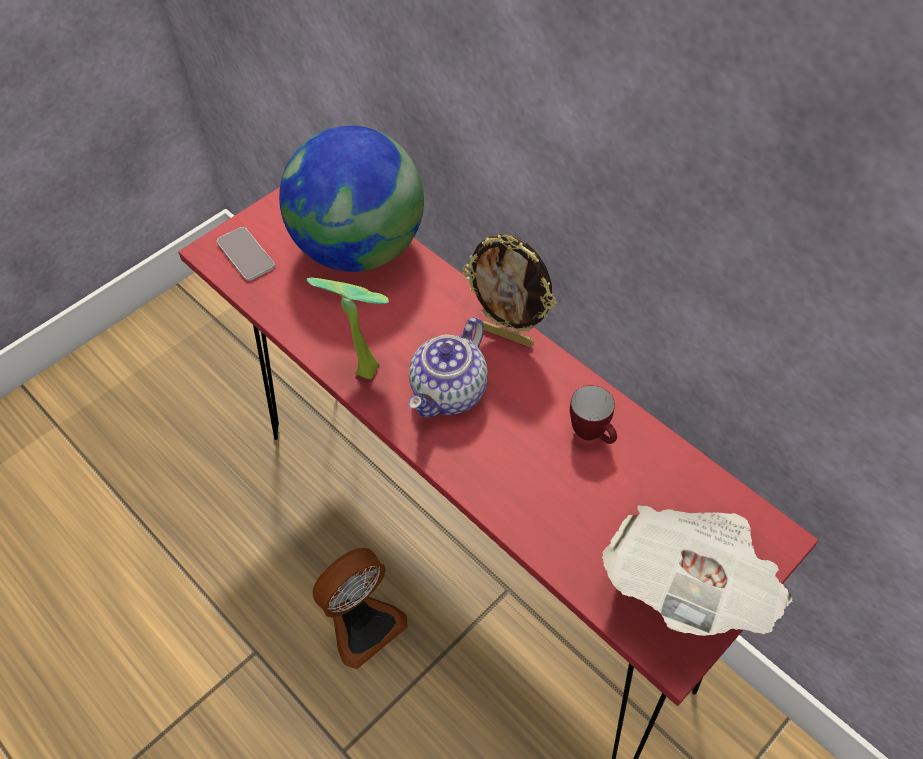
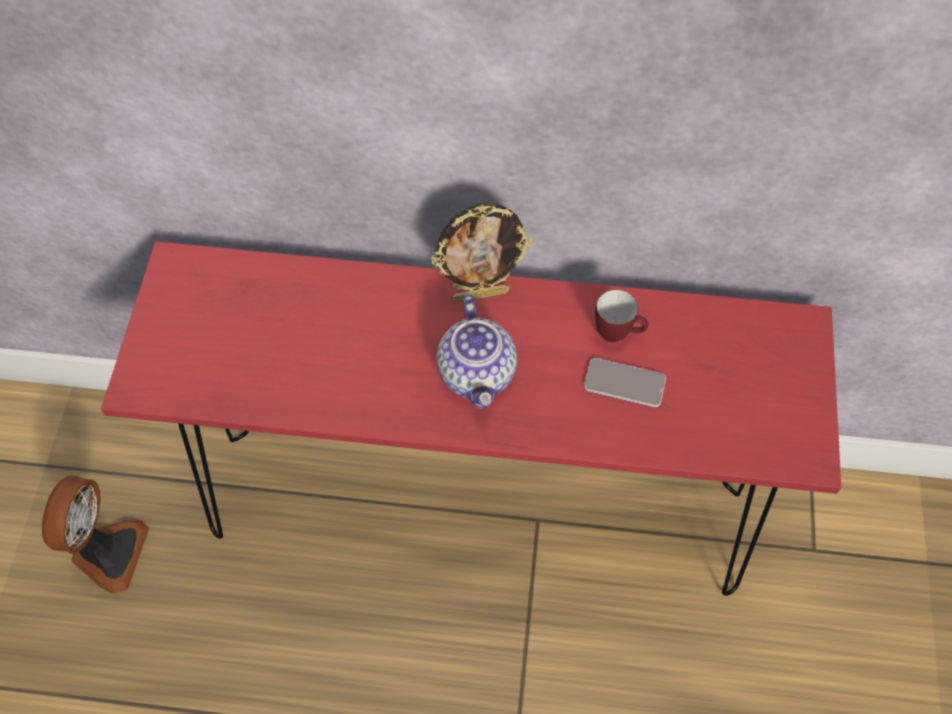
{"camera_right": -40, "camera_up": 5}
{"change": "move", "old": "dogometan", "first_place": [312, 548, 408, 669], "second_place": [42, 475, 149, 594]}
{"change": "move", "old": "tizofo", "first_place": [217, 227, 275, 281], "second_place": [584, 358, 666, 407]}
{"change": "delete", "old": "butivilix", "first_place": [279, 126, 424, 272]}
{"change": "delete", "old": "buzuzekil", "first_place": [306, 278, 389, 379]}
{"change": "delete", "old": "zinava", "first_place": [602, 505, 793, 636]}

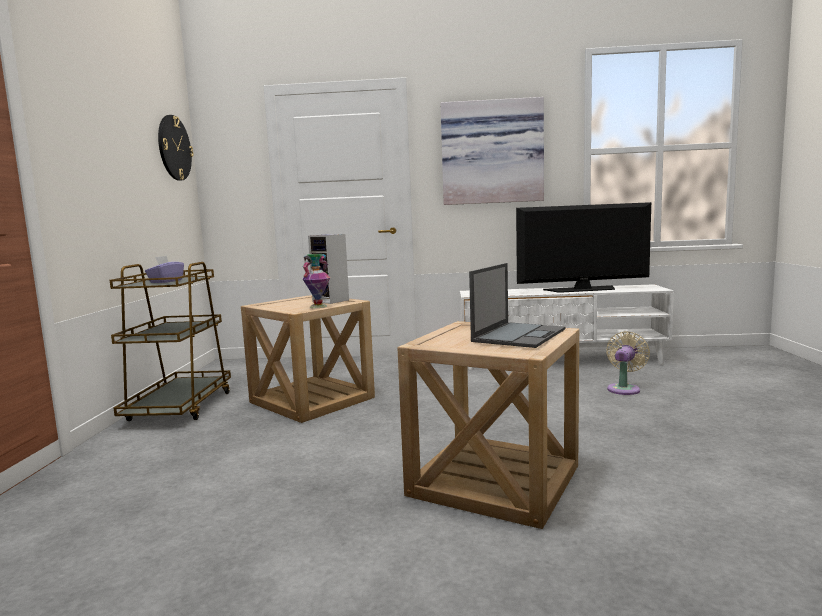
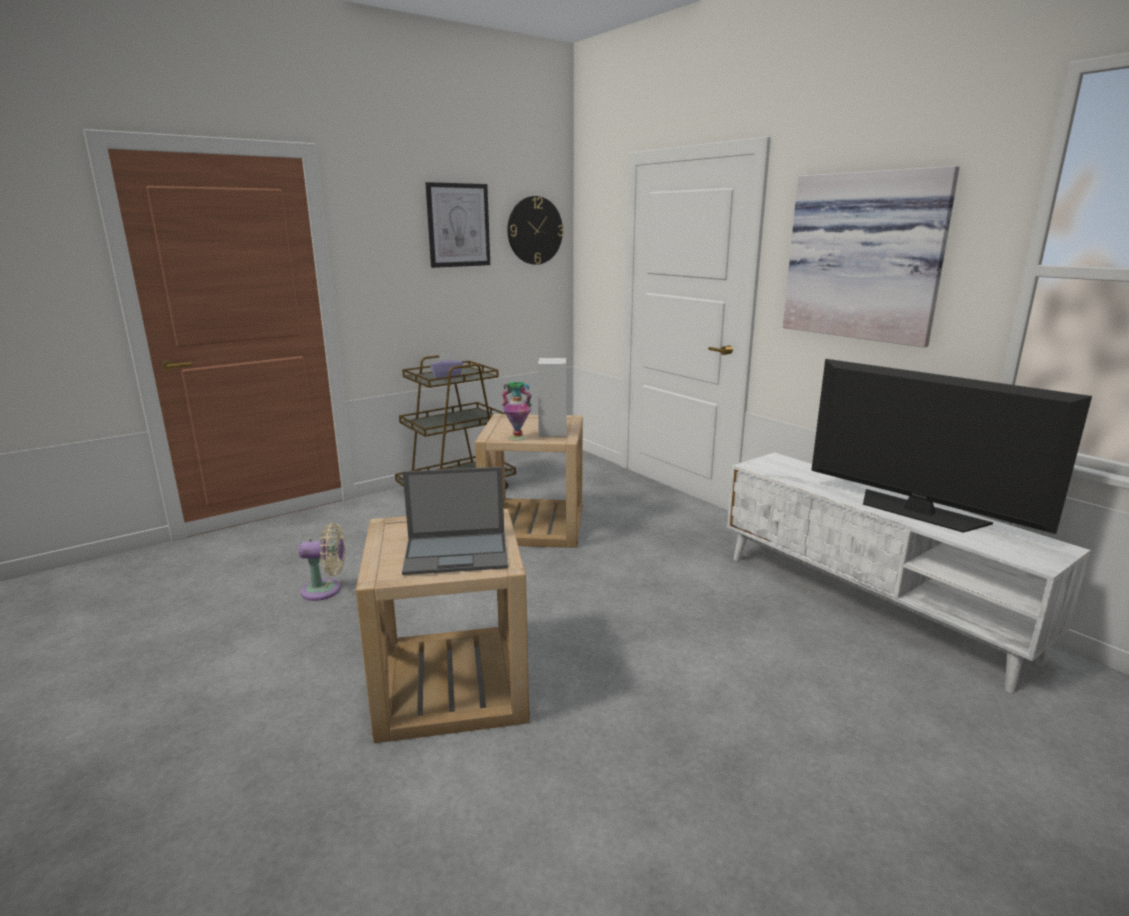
{"camera_right": 50, "camera_up": 10}
{"change": "move", "old": "beige_dogometan", "first_place": [606, 331, 650, 395], "second_place": [299, 523, 346, 601]}
{"change": "insert", "new": "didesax", "second_place": [425, 182, 490, 268]}

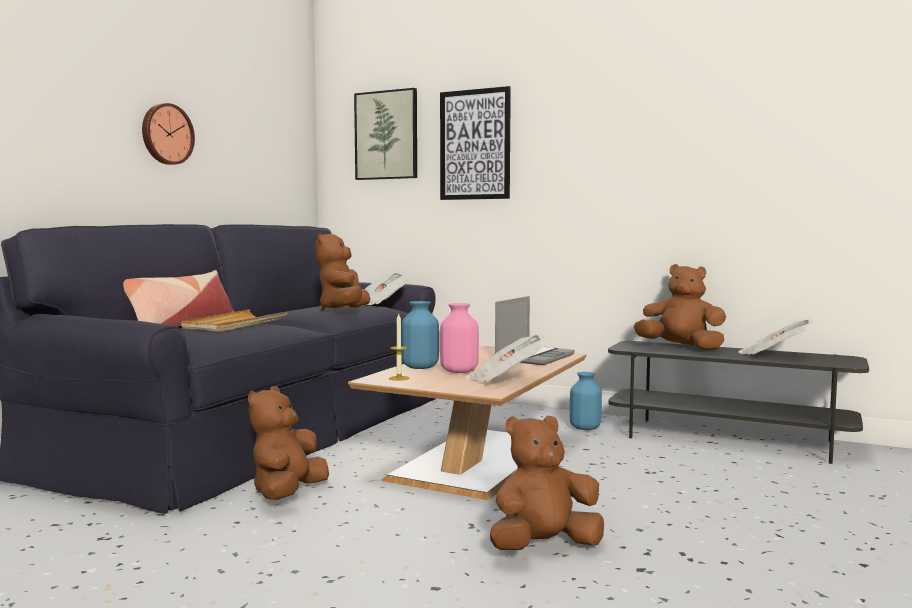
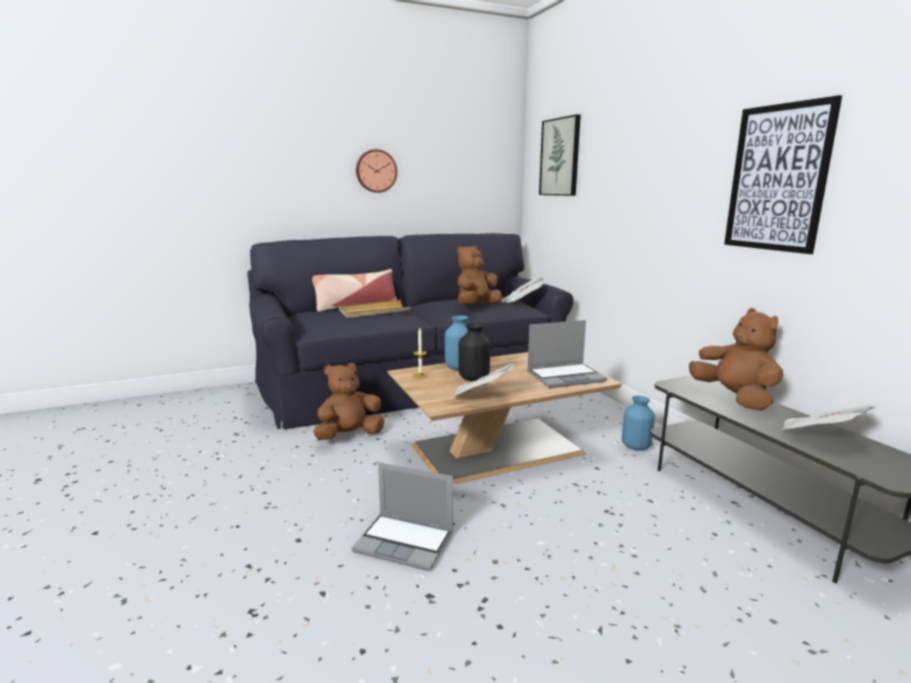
{"camera_right": 40, "camera_up": 10}
{"change": "replace", "old": "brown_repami", "new": "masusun", "first_place": [490, 415, 604, 550], "second_place": [352, 462, 453, 571]}
{"change": "recolor", "old": "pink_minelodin", "new": "black_minelodin", "first_place": [440, 303, 479, 373], "second_place": [458, 323, 490, 381]}
{"change": "move", "old": "didesax", "first_place": [440, 86, 511, 200], "second_place": [724, 95, 842, 254]}

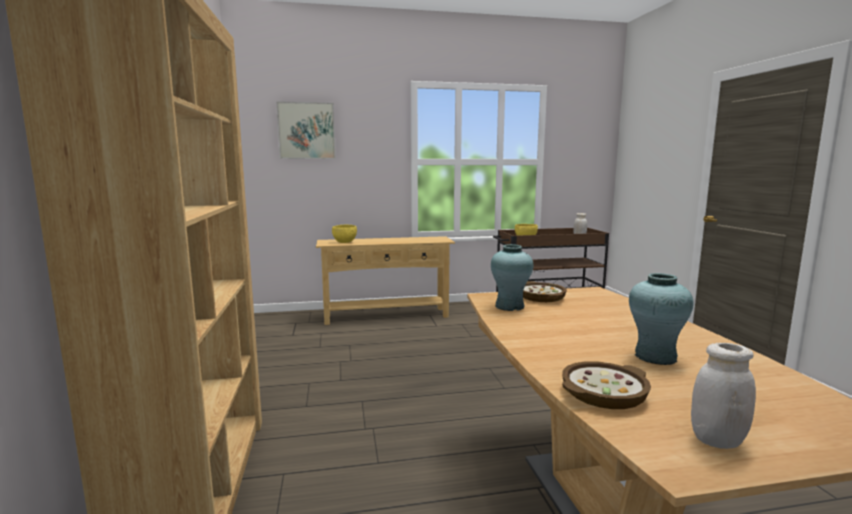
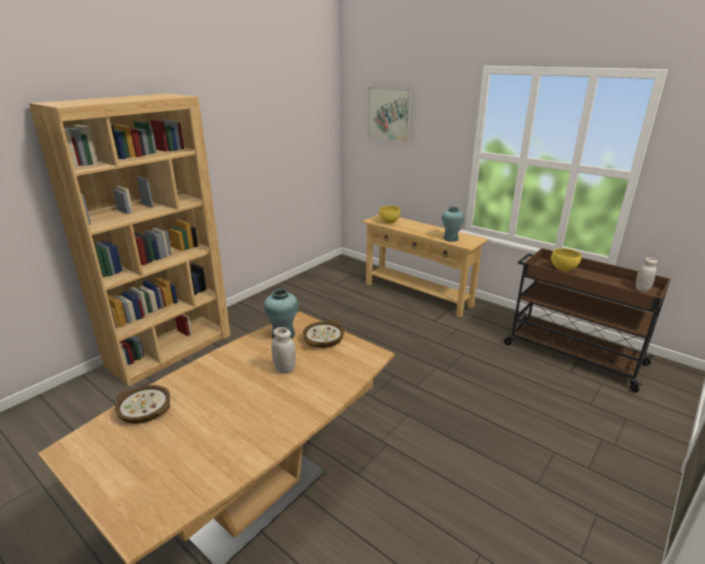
{"camera_right": 50, "camera_up": 15}
{"change": "move", "old": "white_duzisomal", "first_place": [691, 343, 756, 449], "second_place": [272, 327, 296, 374]}
{"change": "move", "old": "turquoise_minelodin", "first_place": [629, 273, 694, 365], "second_place": [442, 207, 464, 242]}

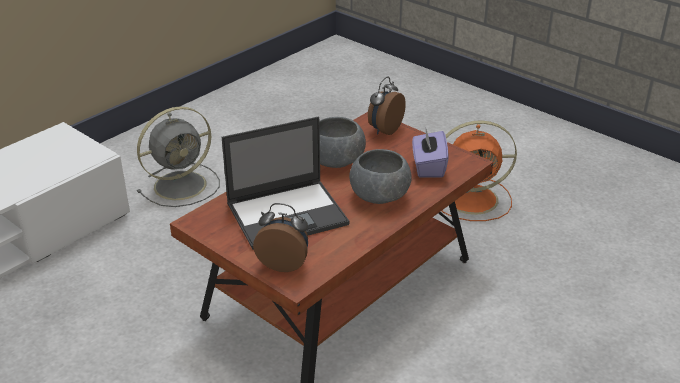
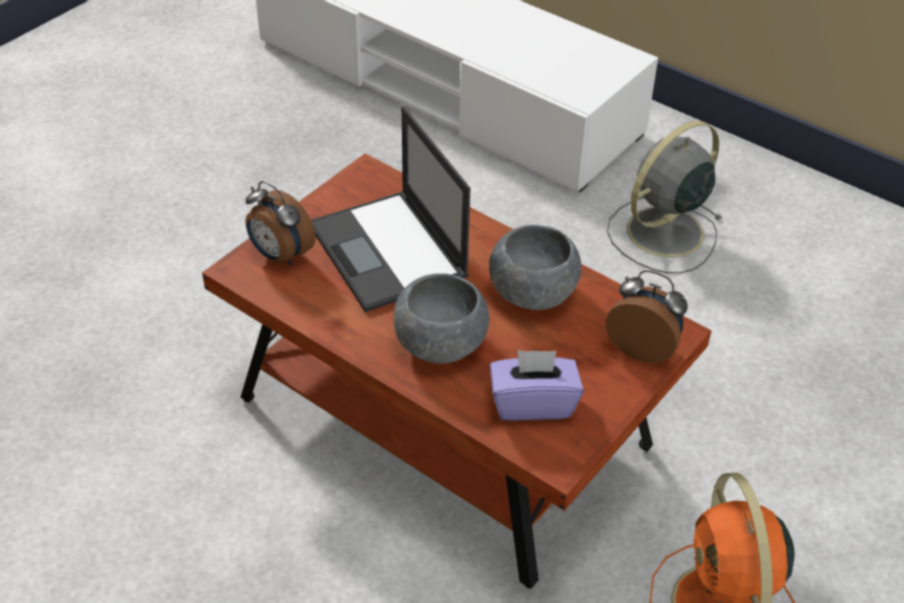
{"camera_right": 85, "camera_up": 10}
{"change": "rotate", "old": "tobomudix", "first_place": [253, 203, 308, 272], "second_place": [246, 181, 316, 266], "degrees": 120}
{"change": "rotate", "old": "grey_dogometan", "first_place": [137, 107, 220, 207], "second_place": [607, 121, 722, 274], "degrees": 90}

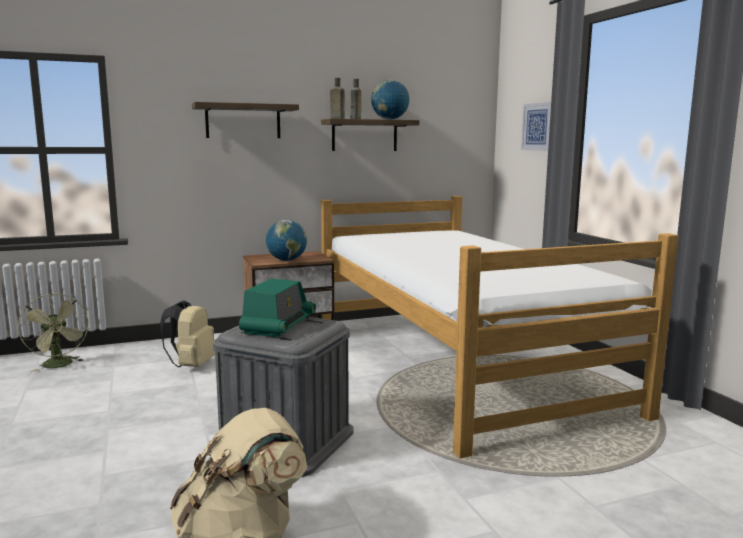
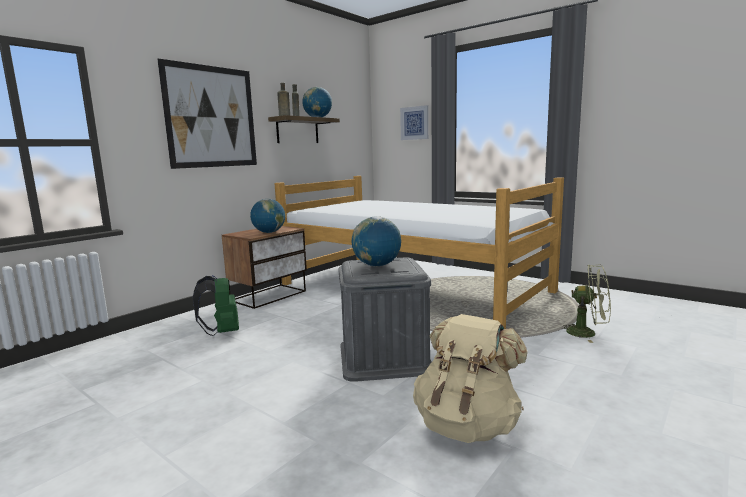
{"camera_right": -30, "camera_up": 0}
{"change": "replace", "old": "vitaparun", "new": "didesax", "first_place": [192, 102, 299, 138], "second_place": [157, 59, 257, 169]}
{"change": "recolor", "old": "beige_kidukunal", "new": "green_kidukunal", "first_place": [160, 301, 215, 368], "second_place": [193, 275, 239, 336]}
{"change": "replace", "old": "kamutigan", "new": "butivilix", "first_place": [239, 278, 316, 337], "second_place": [352, 216, 401, 267]}
{"change": "move", "old": "green_dogometan", "first_place": [18, 294, 89, 372], "second_place": [563, 264, 611, 343]}

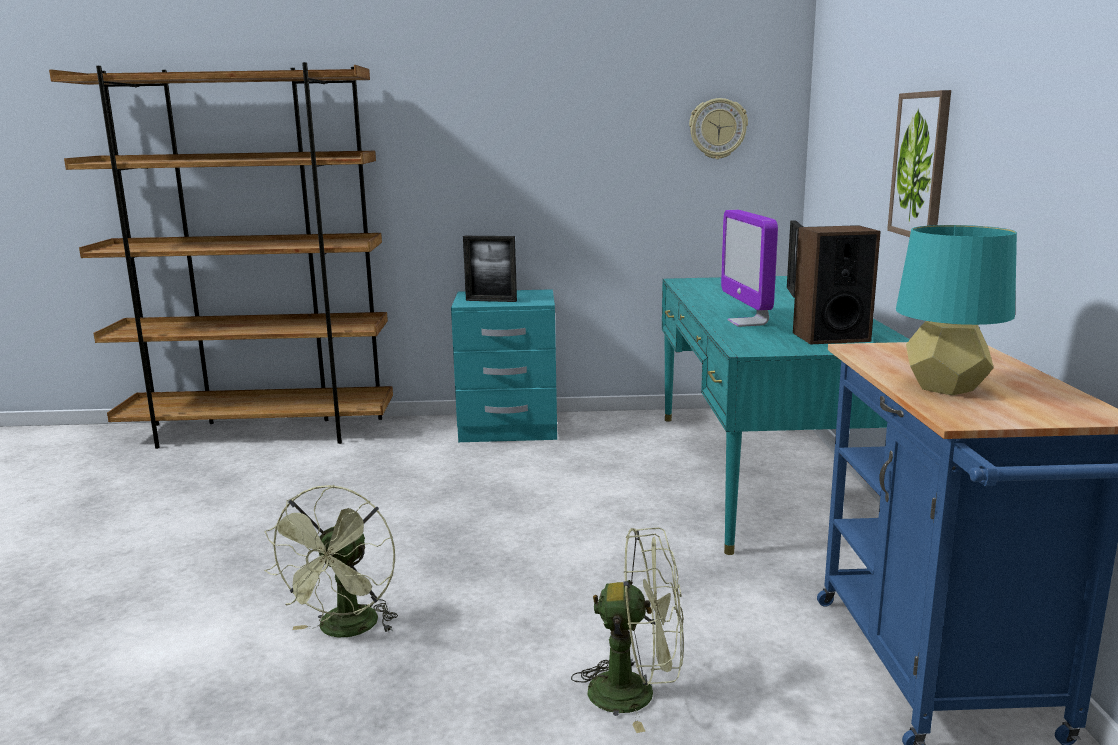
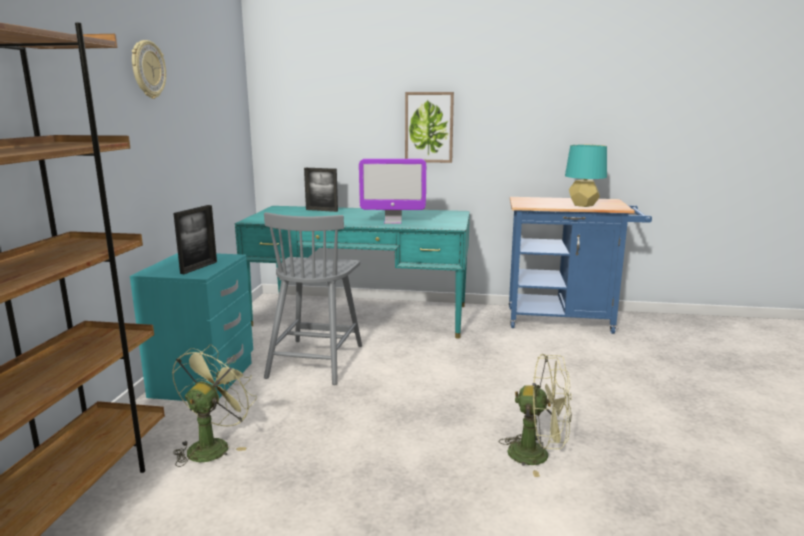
{"camera_right": -80, "camera_up": 0}
{"change": "move", "old": "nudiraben", "first_place": [689, 98, 748, 159], "second_place": [132, 40, 166, 99]}
{"change": "move", "old": "green_dogometan", "first_place": [571, 528, 684, 733], "second_place": [172, 344, 257, 467]}
{"change": "insert", "new": "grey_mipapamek", "second_place": [264, 212, 362, 385]}
{"change": "delete", "old": "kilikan", "first_place": [793, 225, 881, 344]}

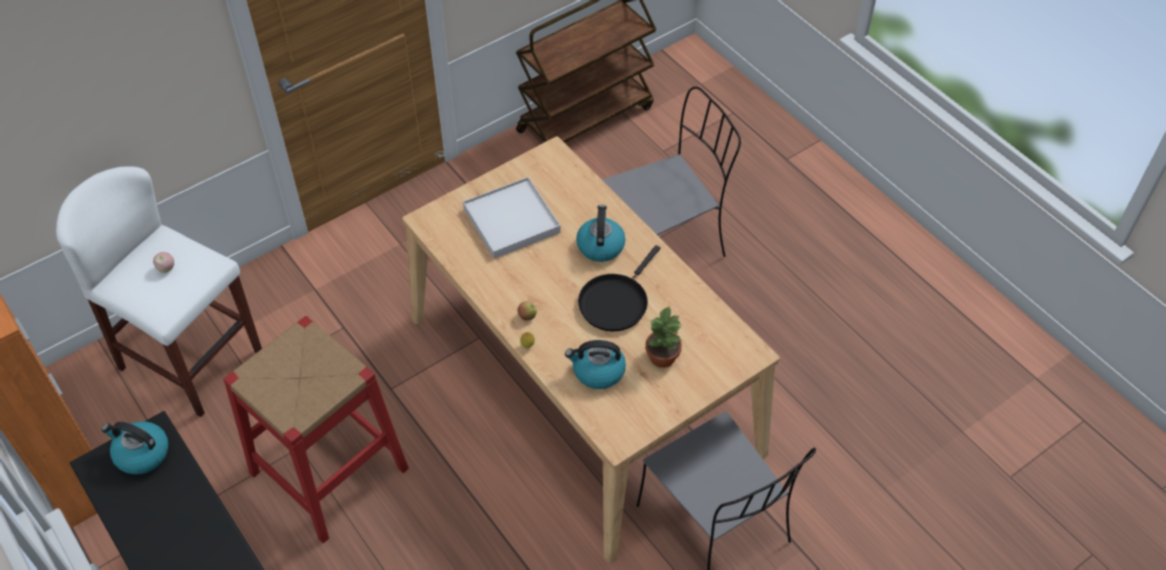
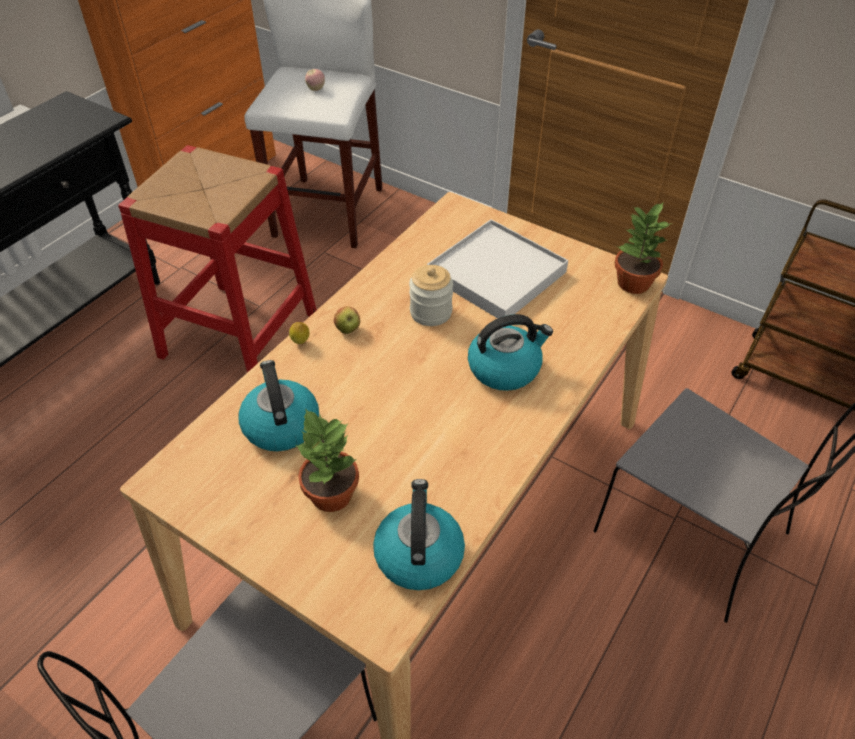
{"camera_right": 70, "camera_up": -5}
{"change": "move", "old": "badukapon", "first_place": [102, 422, 168, 474], "second_place": [373, 479, 465, 590]}
{"change": "insert", "new": "duzisomal", "second_place": [409, 265, 453, 326]}
{"change": "insert", "new": "buzuzekil", "second_place": [615, 202, 672, 294]}
{"change": "delete", "old": "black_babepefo", "first_place": [578, 245, 660, 331]}

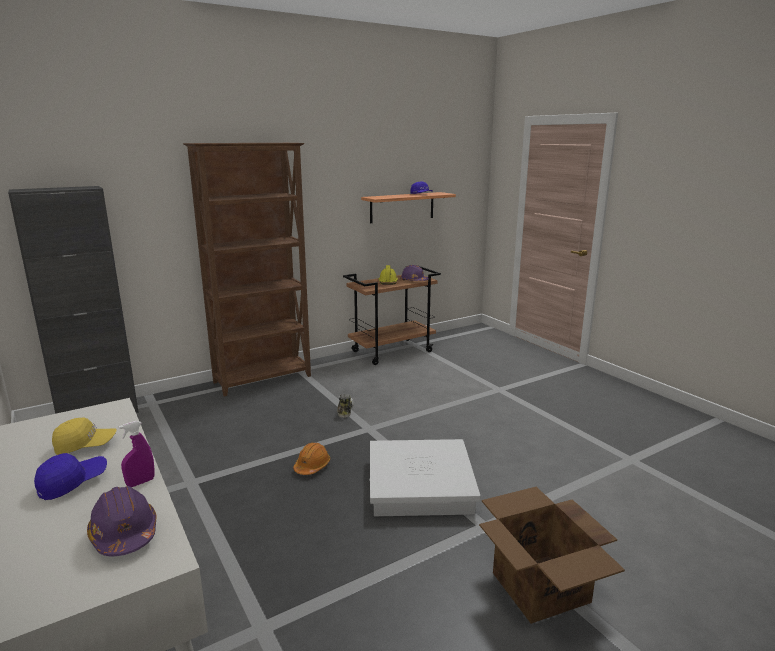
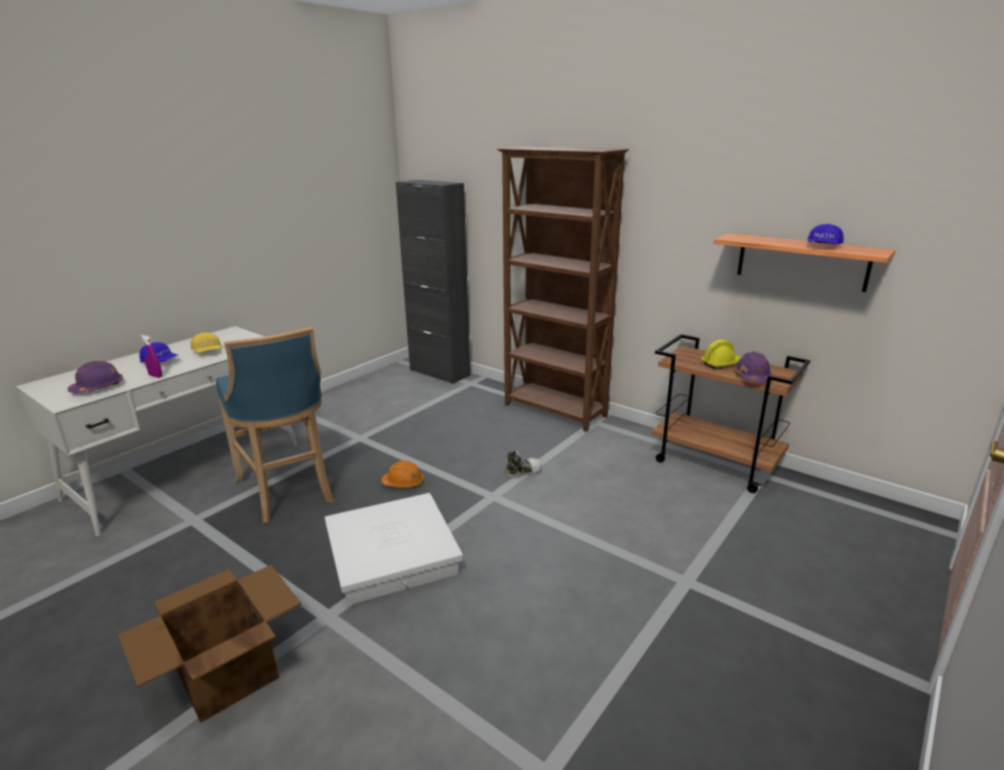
{"camera_right": 70, "camera_up": 5}
{"change": "insert", "new": "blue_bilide", "second_place": [216, 327, 334, 523]}

